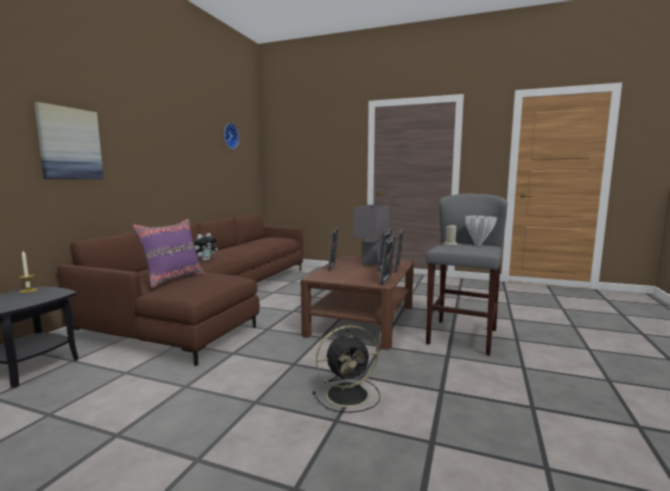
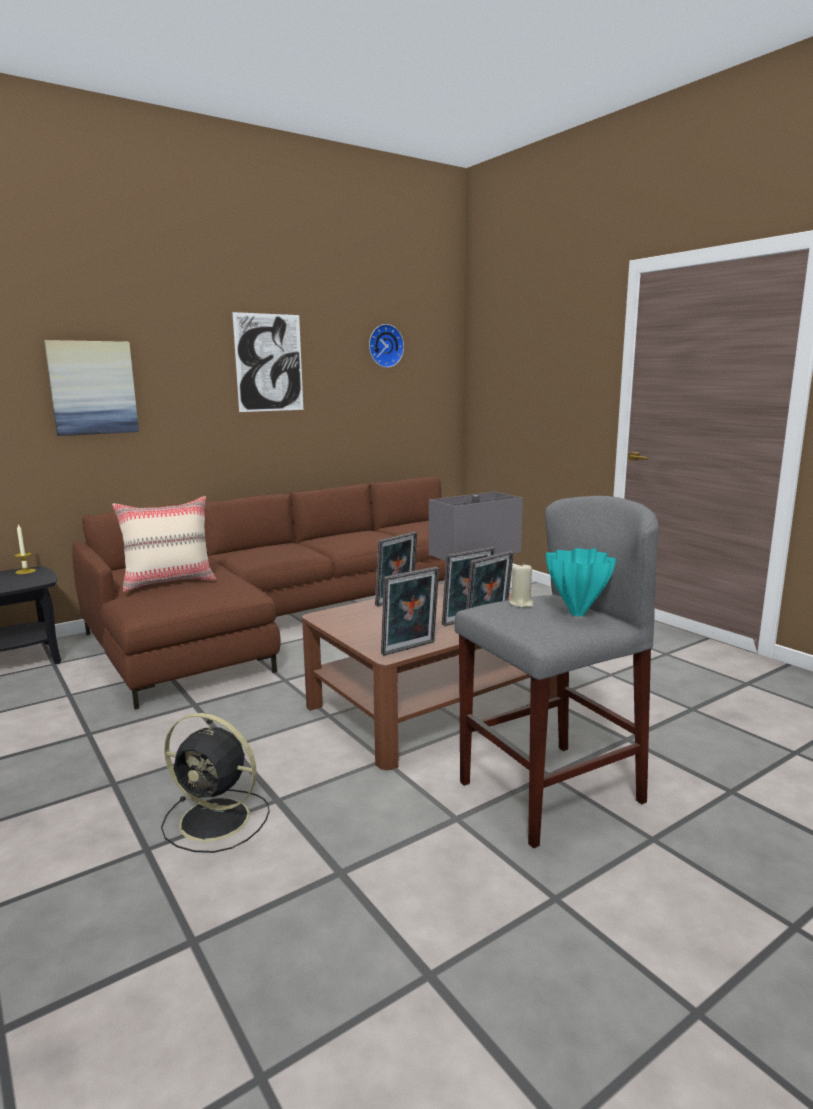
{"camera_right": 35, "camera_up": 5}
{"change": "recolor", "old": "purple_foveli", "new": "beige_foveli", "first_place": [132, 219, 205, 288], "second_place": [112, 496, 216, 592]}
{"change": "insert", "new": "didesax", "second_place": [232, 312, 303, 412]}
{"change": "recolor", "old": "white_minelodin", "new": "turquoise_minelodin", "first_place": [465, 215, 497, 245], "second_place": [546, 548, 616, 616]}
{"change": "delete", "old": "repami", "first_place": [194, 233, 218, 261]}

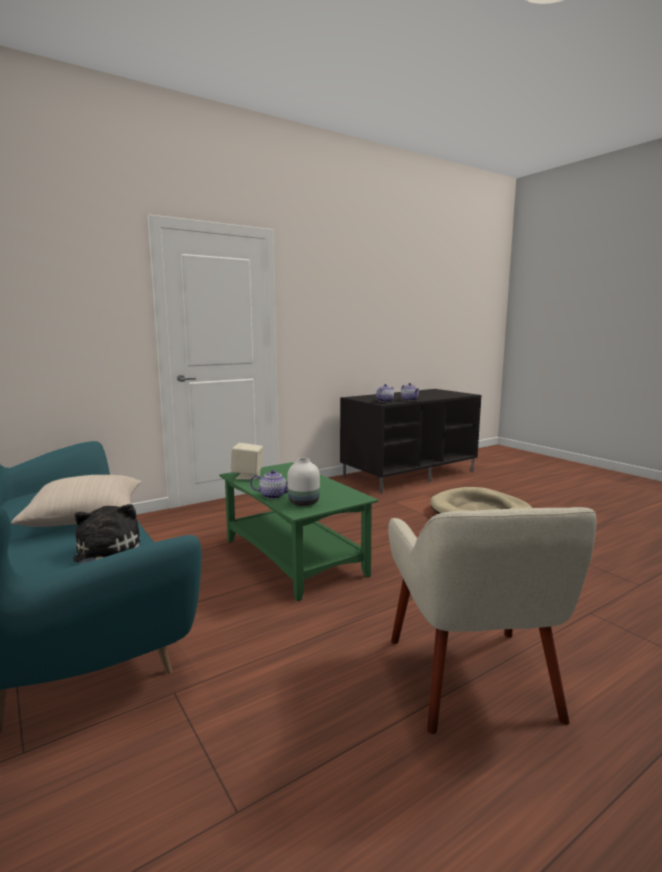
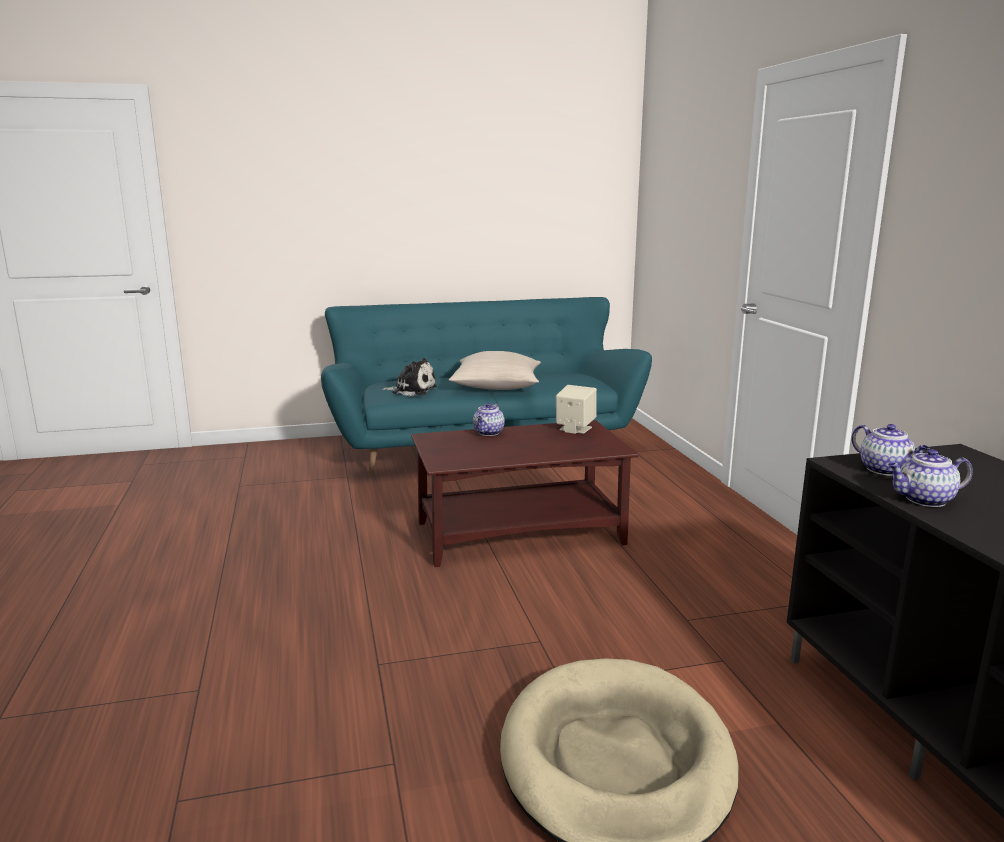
{"camera_right": 110, "camera_up": 5}
{"change": "recolor", "old": "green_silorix", "new": "brown_silorix", "first_place": [220, 462, 378, 601], "second_place": [411, 420, 638, 567]}
{"change": "delete", "old": "white_minelodin", "first_place": [287, 458, 320, 506]}
{"change": "delete", "old": "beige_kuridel", "first_place": [388, 507, 597, 734]}

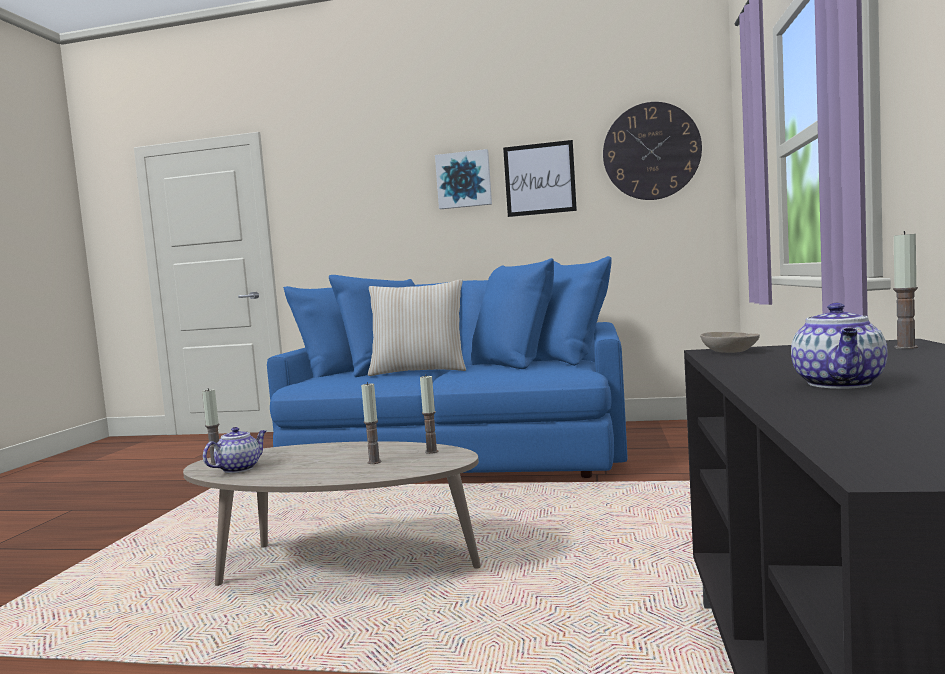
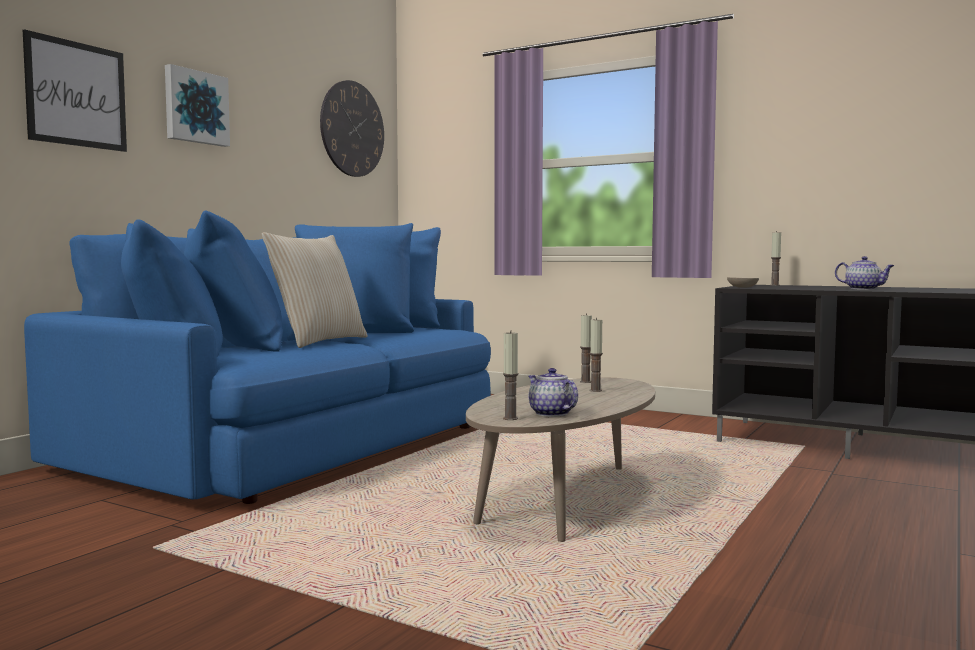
{"camera_right": -70, "camera_up": 0}
{"change": "move", "old": "didesax", "first_place": [503, 140, 577, 217], "second_place": [23, 29, 127, 152]}

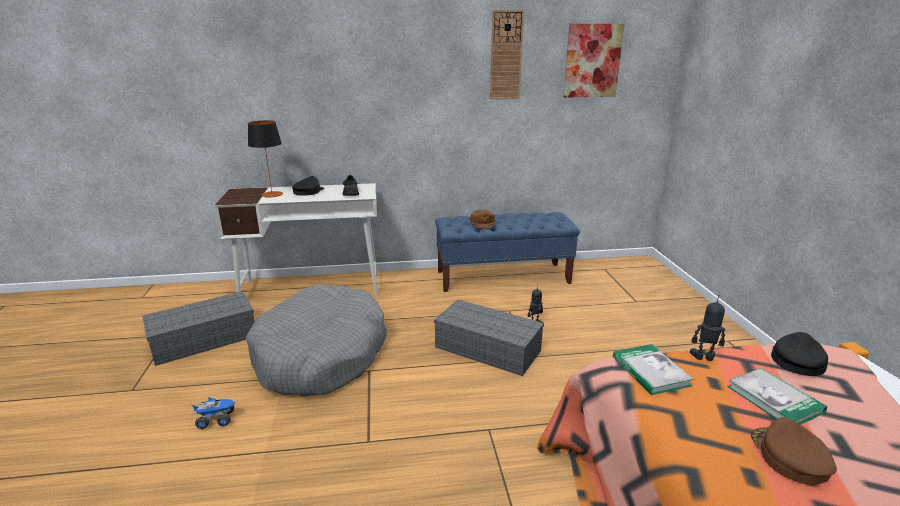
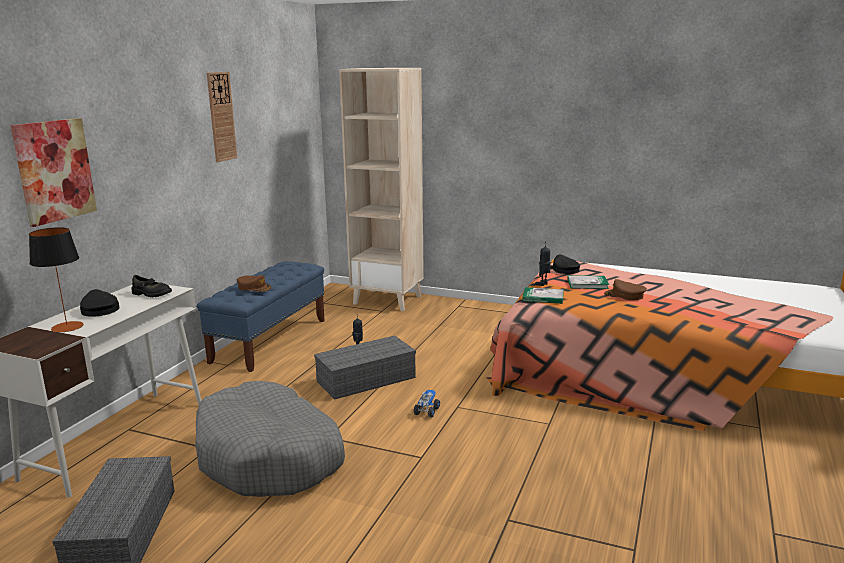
{"camera_right": -60, "camera_up": -5}
{"change": "move", "old": "didesax", "first_place": [563, 24, 624, 98], "second_place": [11, 118, 97, 227]}
{"change": "insert", "new": "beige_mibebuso", "second_place": [339, 68, 424, 311]}
{"change": "move", "old": "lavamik", "first_place": [192, 397, 235, 429], "second_place": [414, 390, 440, 418]}

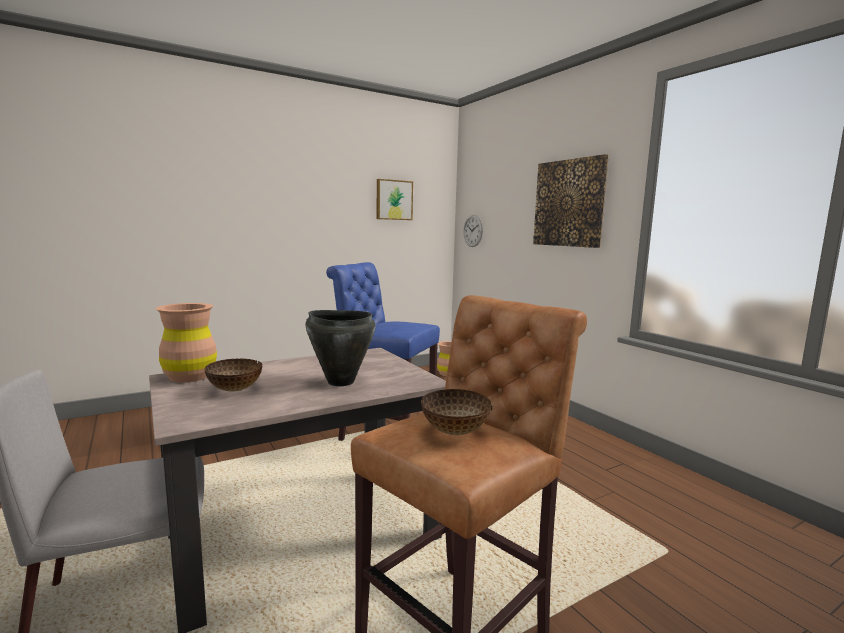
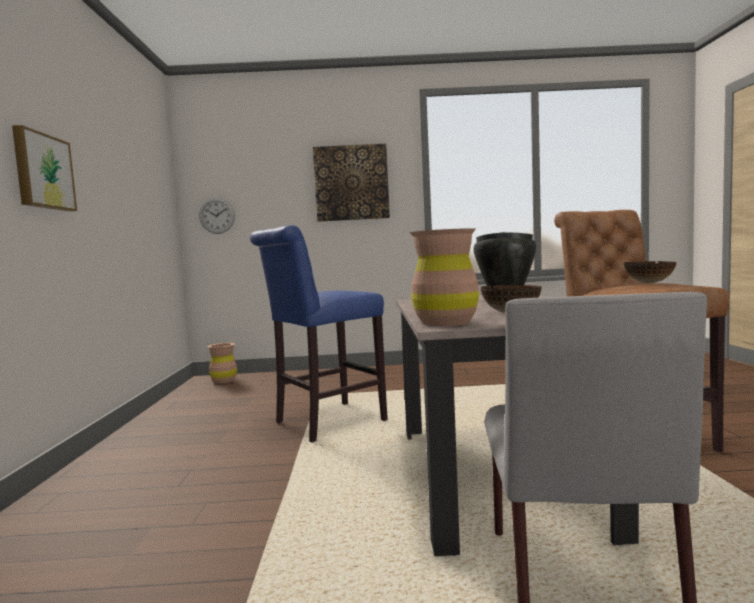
{"camera_right": -60, "camera_up": -5}
{"change": "move", "old": "didesax", "first_place": [377, 179, 413, 220], "second_place": [12, 125, 77, 211]}

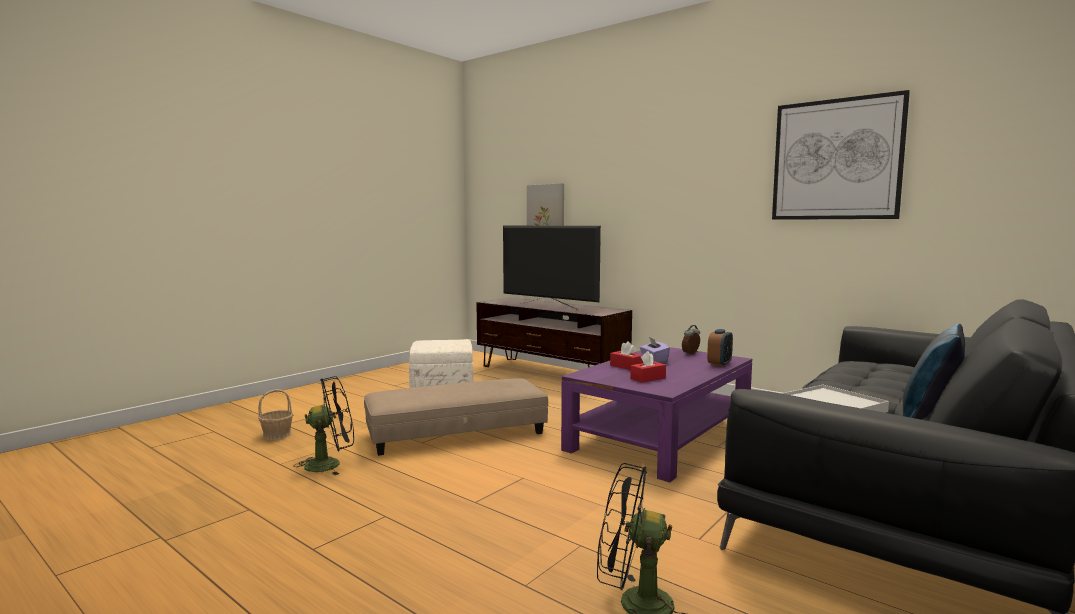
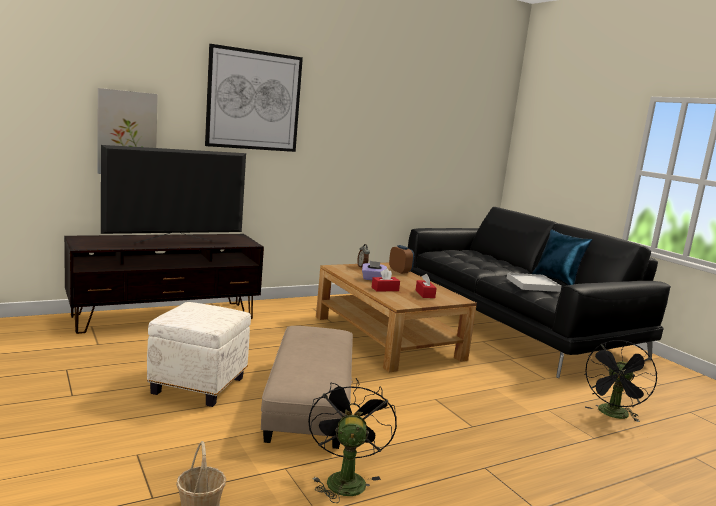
{"camera_right": -70, "camera_up": 5}
{"change": "move", "old": "didesax", "first_place": [772, 90, 910, 220], "second_place": [205, 44, 303, 152]}
{"change": "recolor", "old": "purple_silorix", "new": "brown_silorix", "first_place": [561, 347, 752, 482], "second_place": [316, 263, 477, 372]}

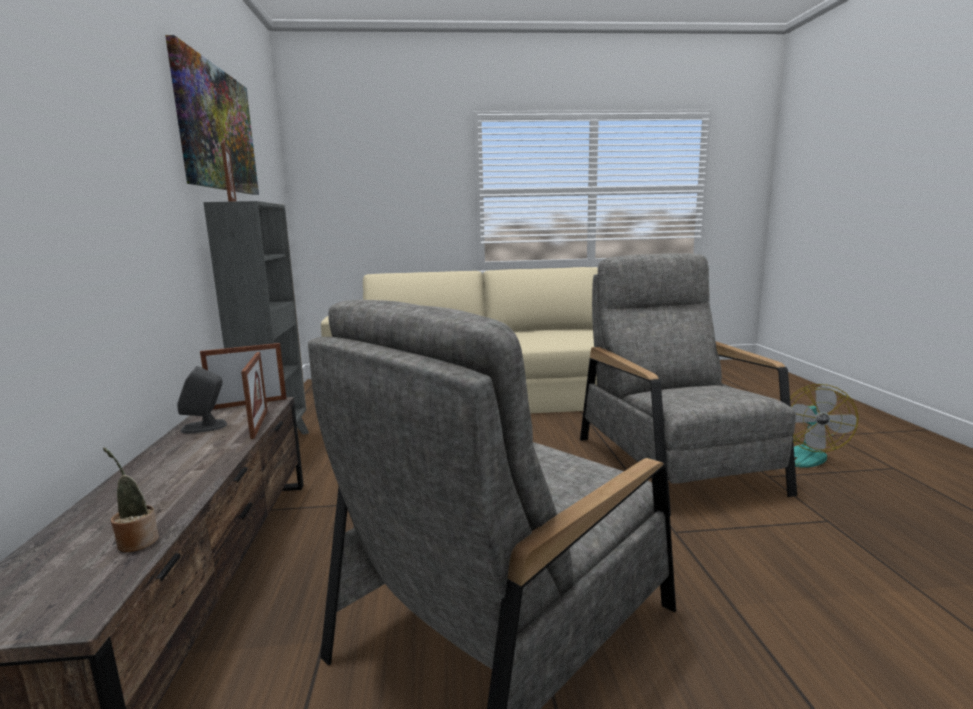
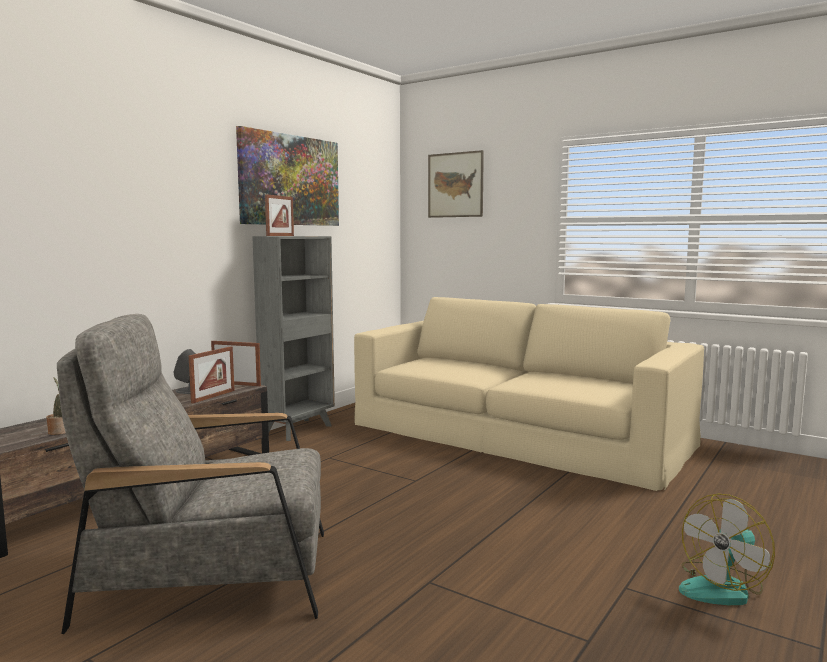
{"camera_right": 40, "camera_up": -5}
{"change": "insert", "new": "didesax", "second_place": [428, 150, 484, 218]}
{"change": "delete", "old": "grey_kuridel", "first_place": [580, 253, 797, 516]}

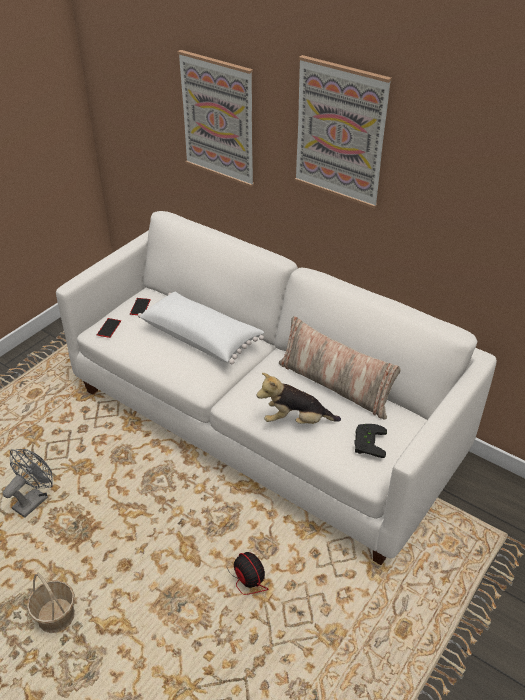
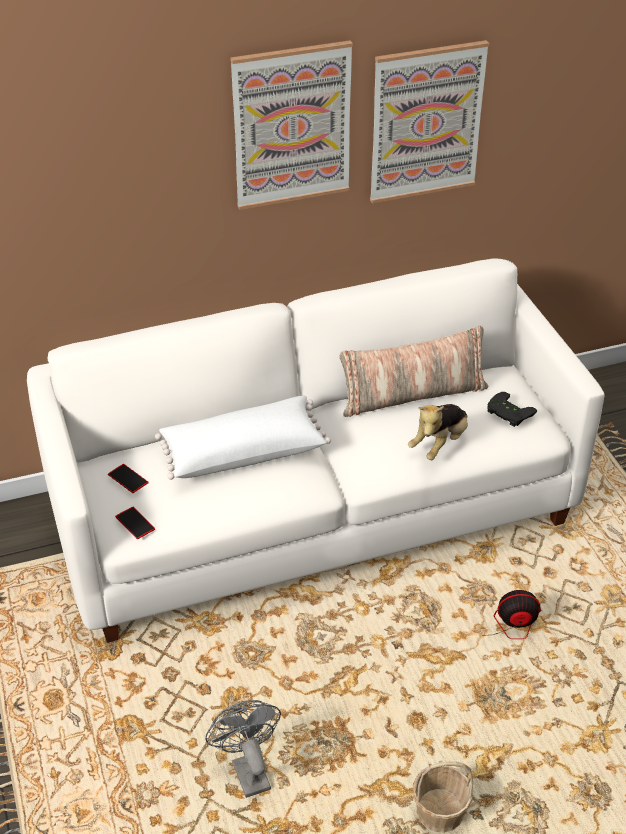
{"camera_right": -55, "camera_up": 0}
{"change": "move", "old": "didesax", "first_place": [177, 50, 254, 187], "second_place": [370, 40, 490, 203]}

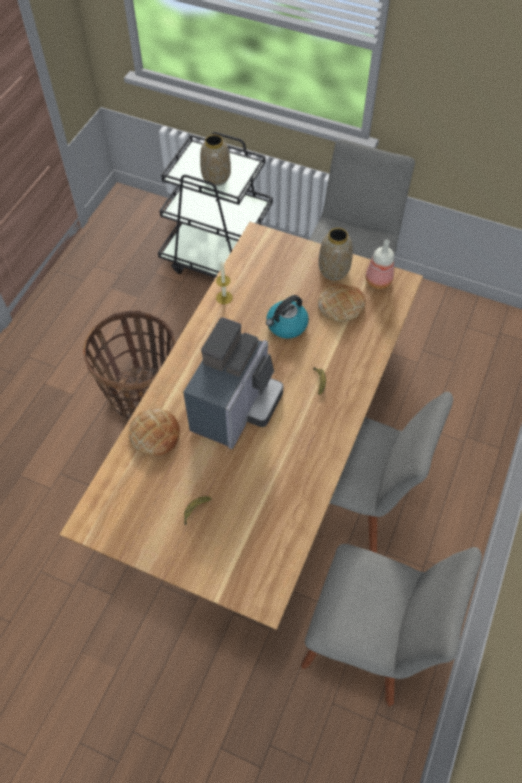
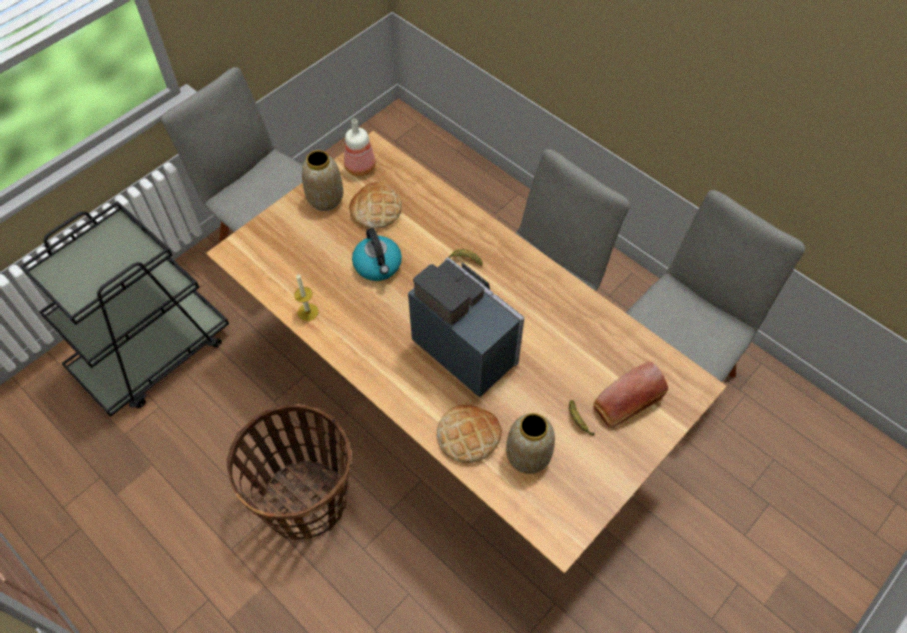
{"camera_right": -70, "camera_up": 0}
{"change": "move", "old": "minelodin", "first_place": [200, 134, 231, 186], "second_place": [506, 413, 555, 474]}
{"change": "insert", "new": "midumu", "second_place": [593, 362, 668, 428]}

